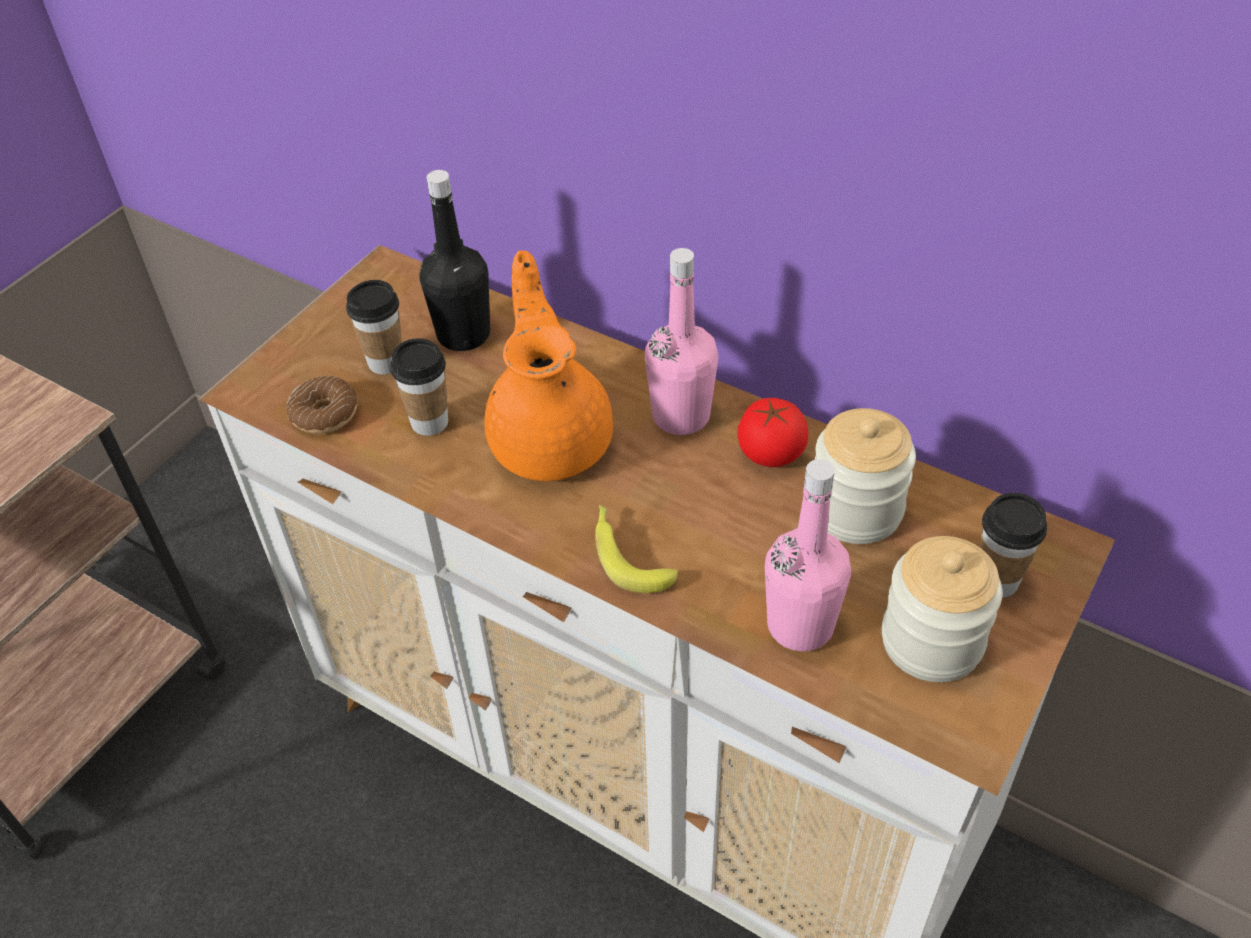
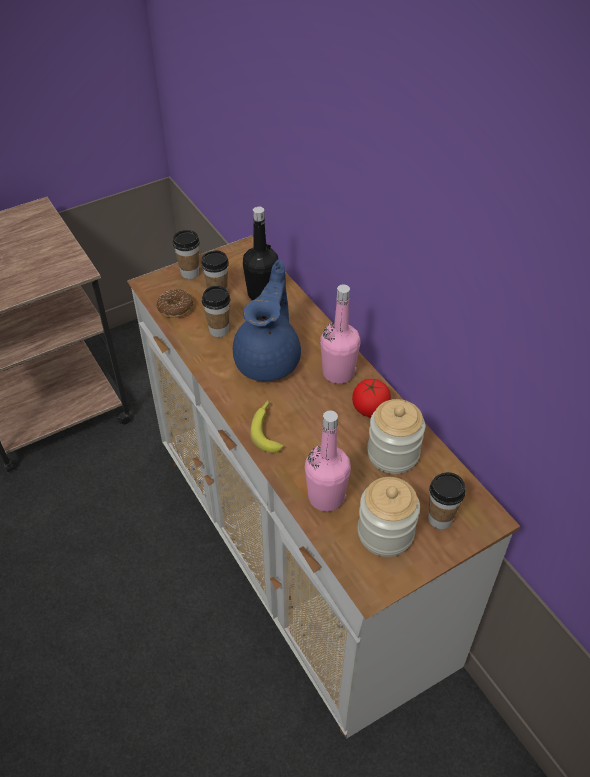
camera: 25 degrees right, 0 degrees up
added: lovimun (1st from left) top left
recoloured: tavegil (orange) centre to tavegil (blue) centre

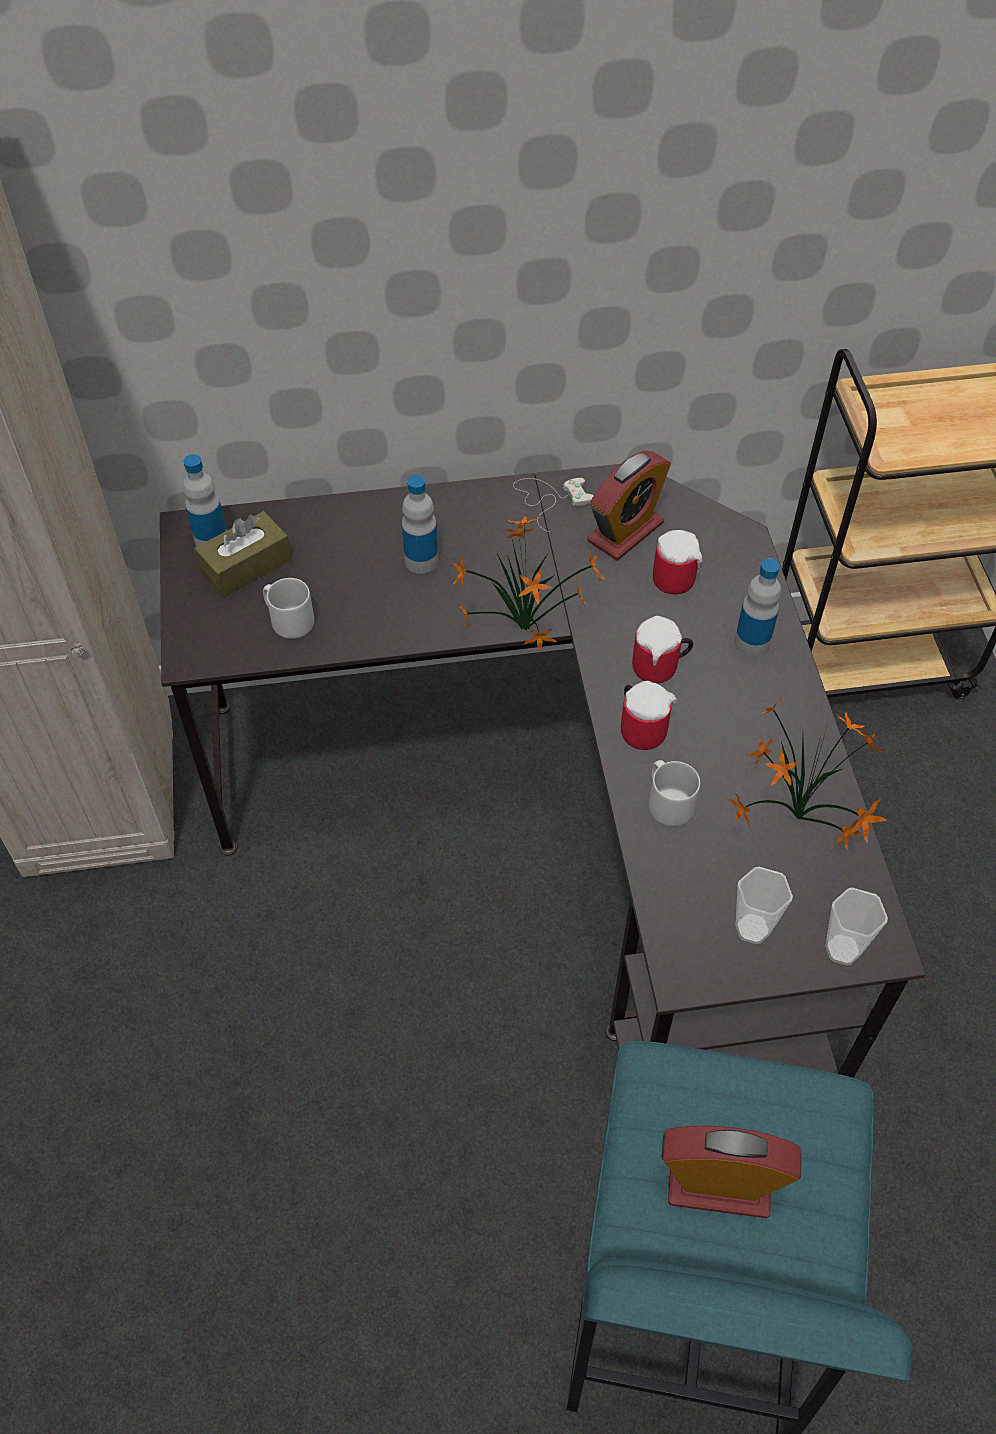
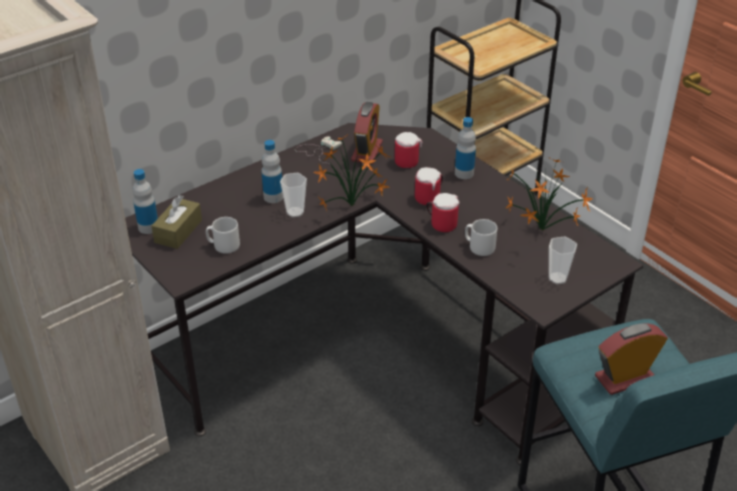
camera: 30 degrees left, 15 degrees down
moved: lovimun (2nd from left in the first image) middle right to lovimun (1st from left) centre

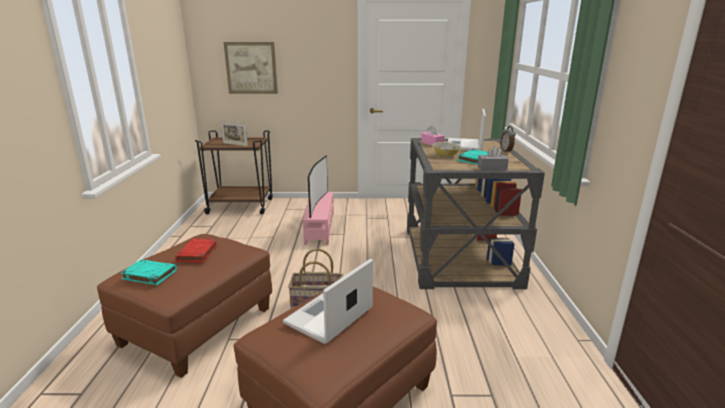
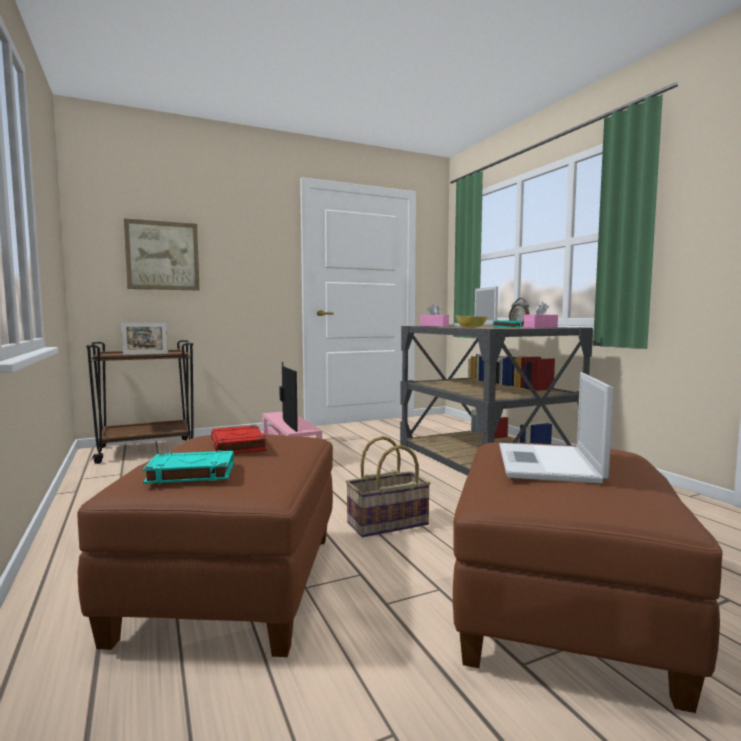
camera: 25 degrees left, 15 degrees down
recoloured: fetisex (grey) middle right to fetisex (pink) (2nd from left) middle right

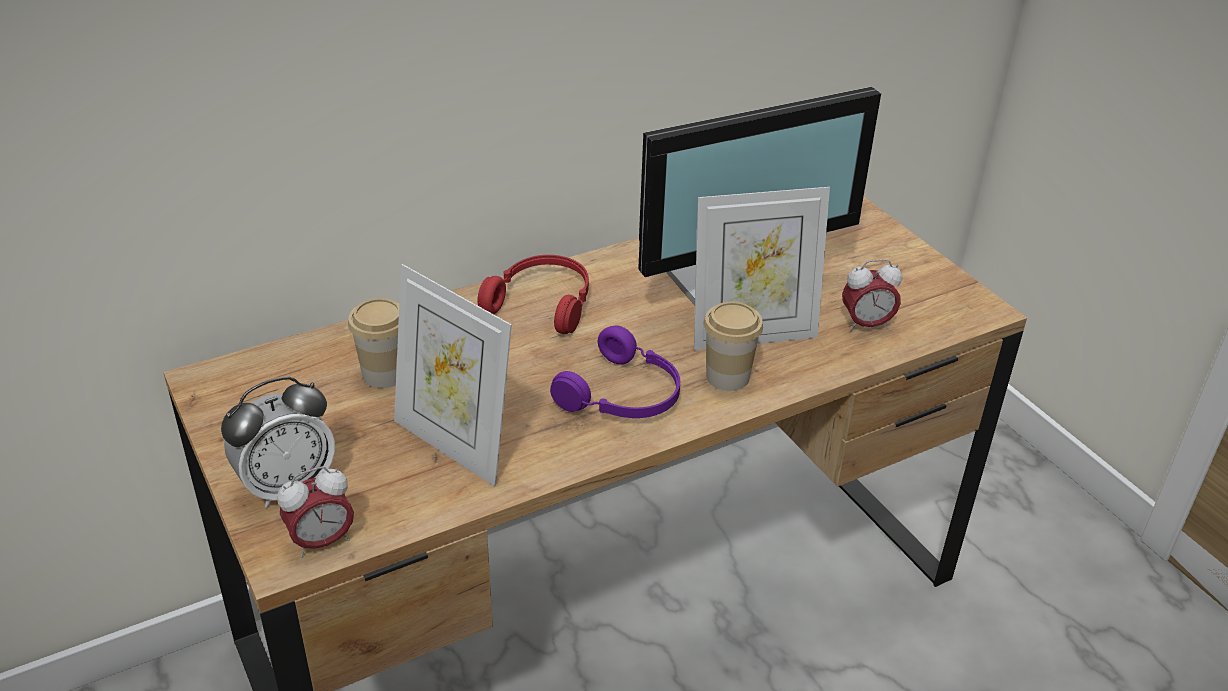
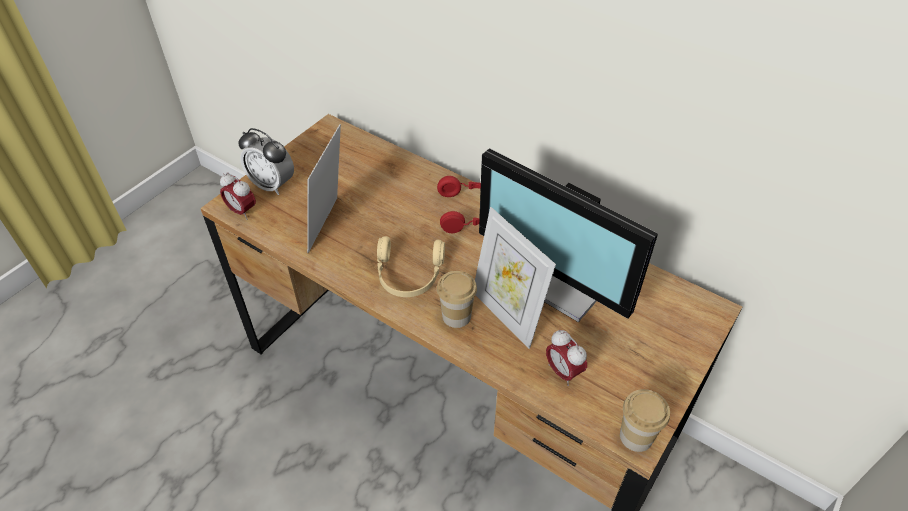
camera: 65 degrees right, 10 degrees up
moved: lovimun (1st from left in the first image) middle left to lovimun (2nd from left) bottom right
recoloured: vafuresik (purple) centre to vafuresik (beige) centre

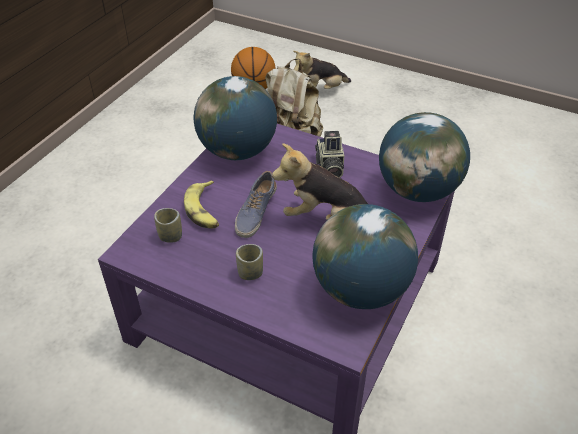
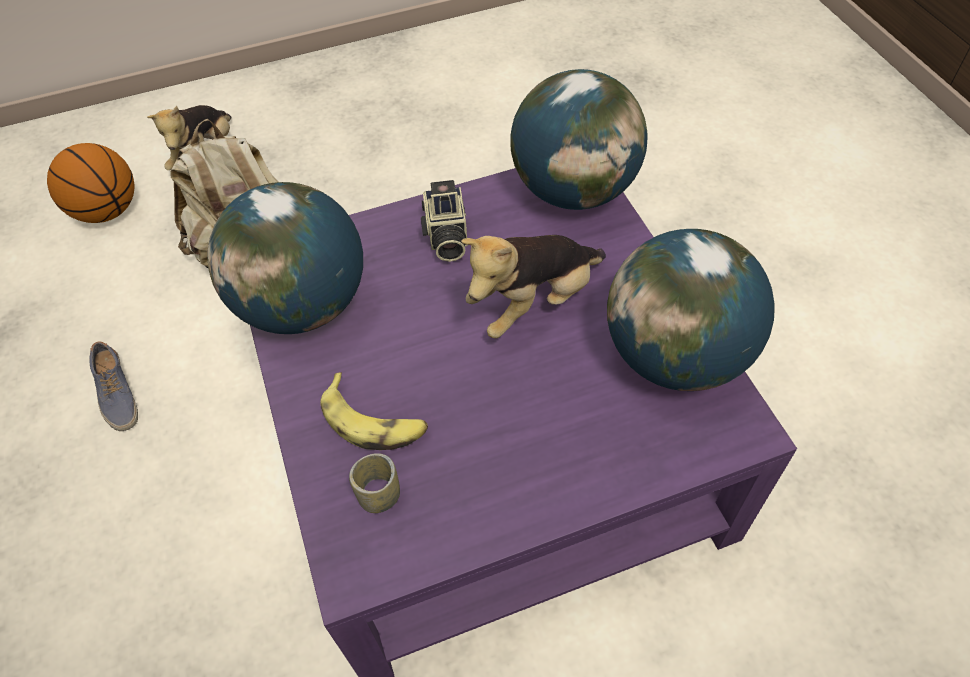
camera: 45 degrees left, 10 degrees up
removed: lovimun (2nd from left) centre
moved: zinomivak centre to middle left
turned: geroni centre = top centre 45 degrees clockwise

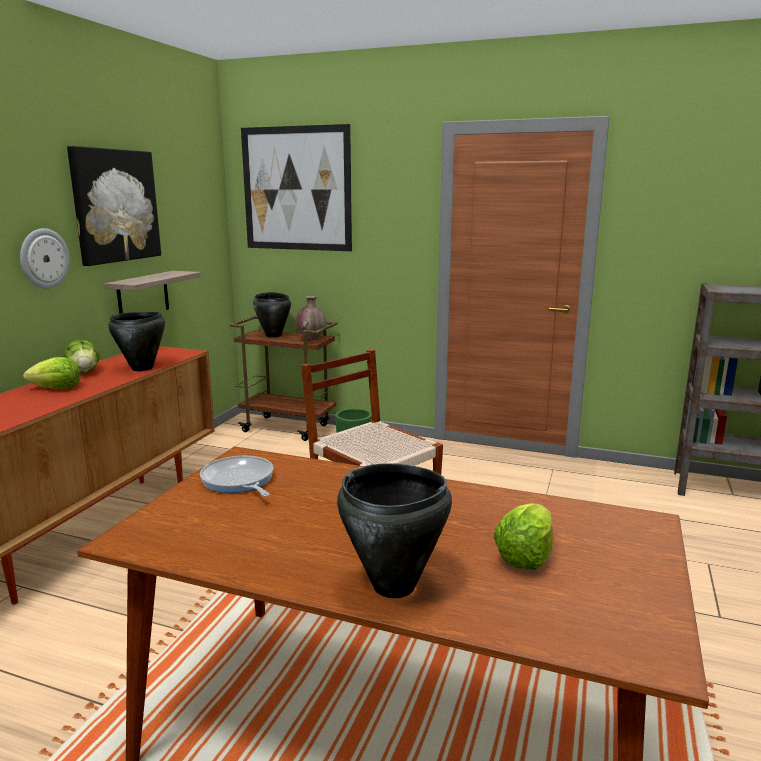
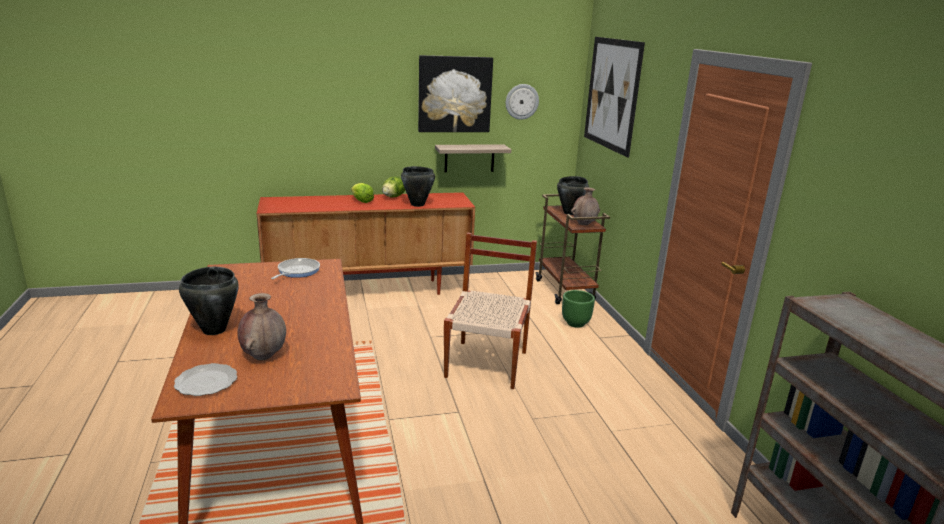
camera: 55 degrees right, 5 degrees up
added: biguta bottom left
moved: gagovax middle left to top centre
replaced: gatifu (3rd from left) bottom right to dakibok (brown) (1st from left) middle left

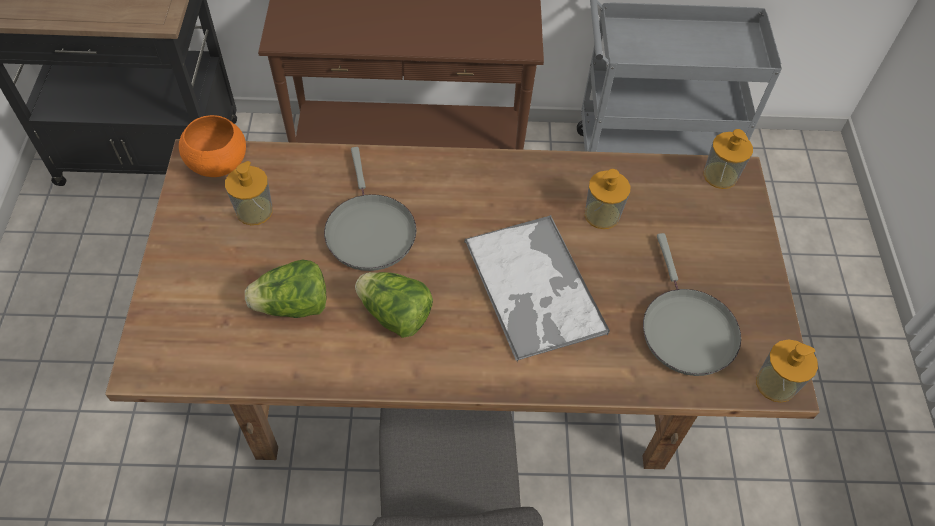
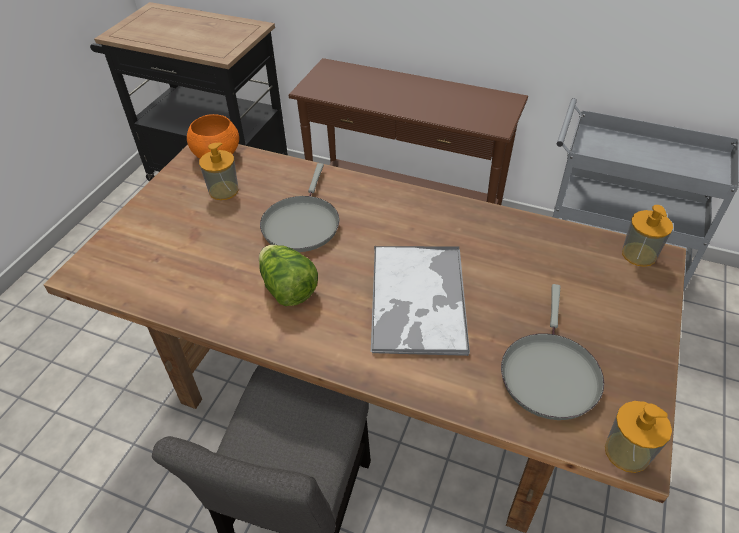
camera: 25 degrees right, 10 degrees down
removed: gatifu (1st from left) middle left; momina (2nd from left) centre

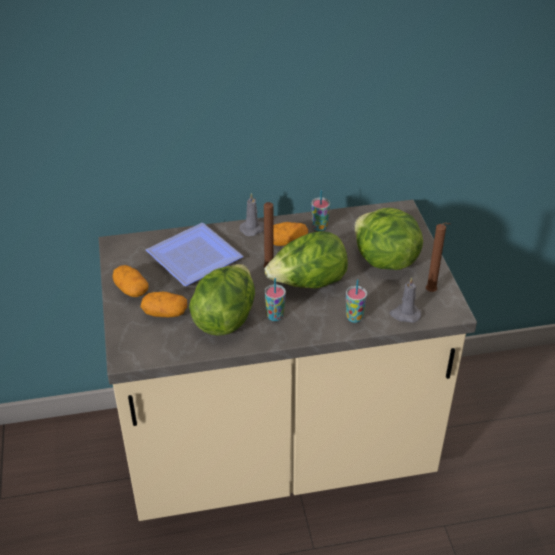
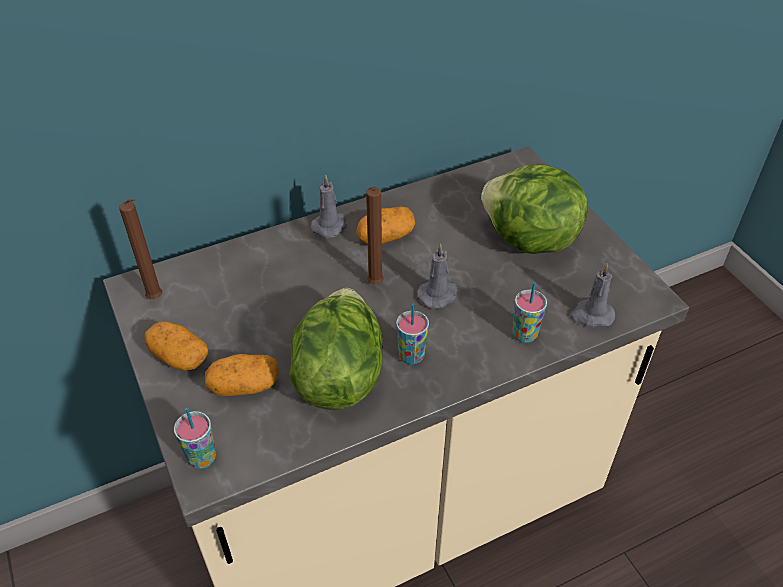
camera: 15 degrees left, 5 degrees up
removed: biguta centre
moved: lovimun (2nd from left in the first image) centre to lovimun (1st from left) bottom left; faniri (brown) (2nd from left in the first image) middle right to faniri (brown) (1st from left) middle left
replaced: gatifu (2nd from left) centre to faniri (grey) (2nd from left) centre

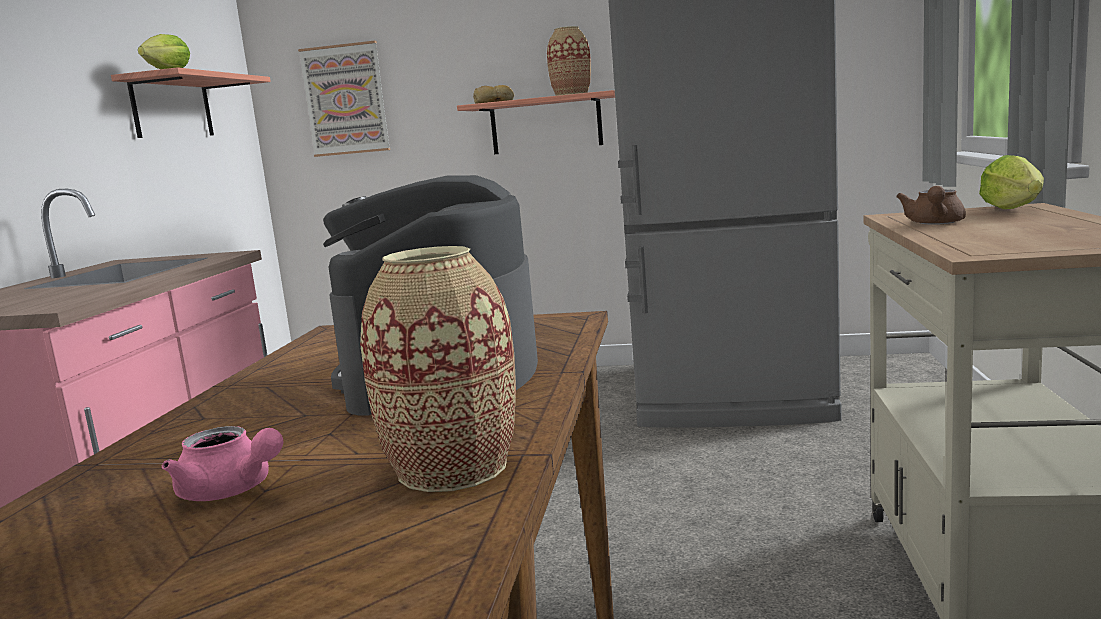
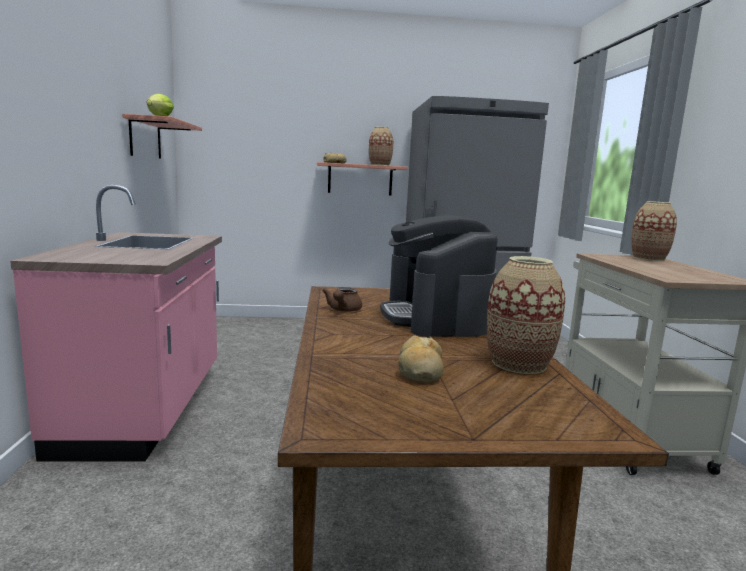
camera: 15 degrees left, 0 degrees up
removed: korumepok top left
moved: tavegil (brown) top right to centre
replaced: tavegil (pink) bottom left to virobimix (2nd from left) centre; gatifu (2nd from left) top right to dakibok (3rd from left) middle right

